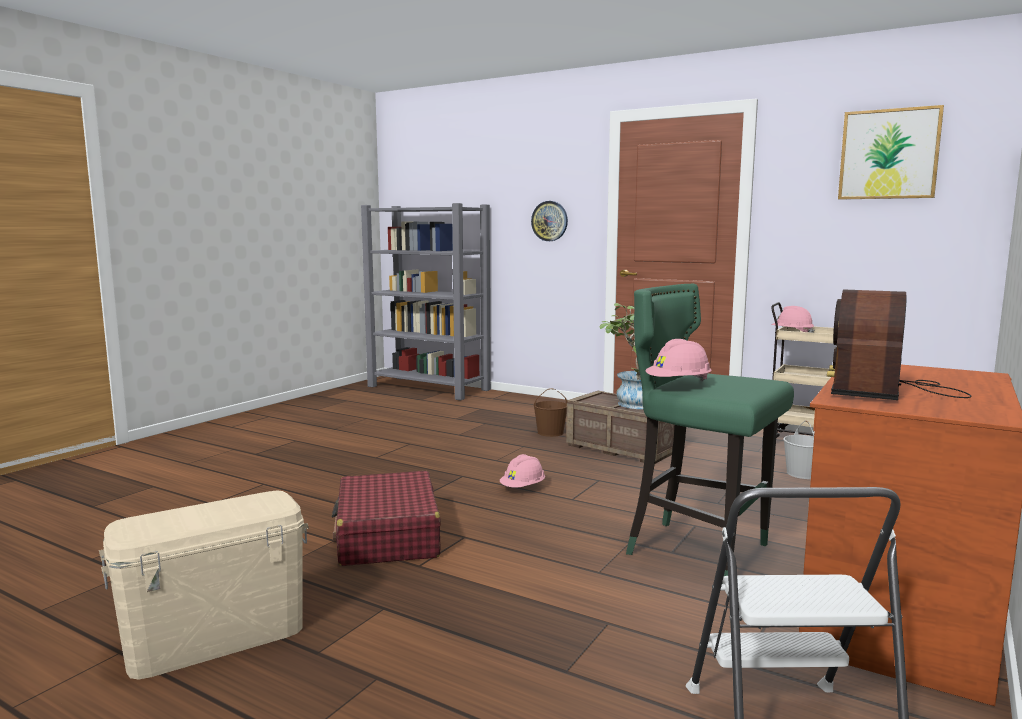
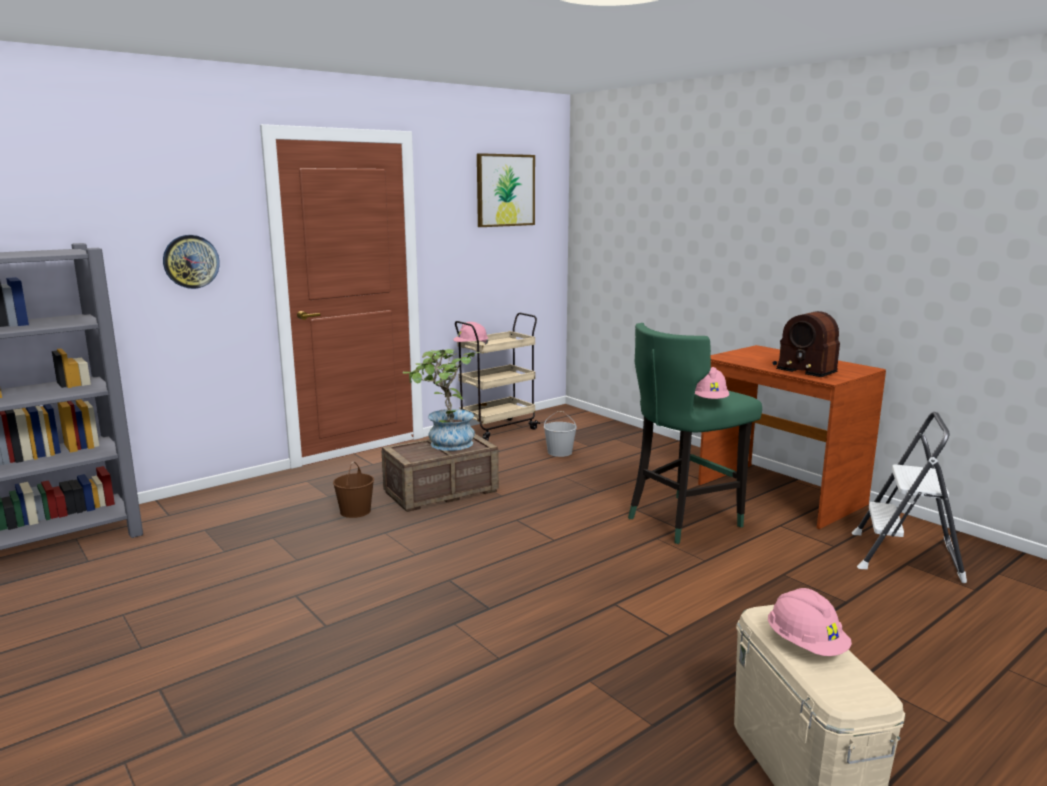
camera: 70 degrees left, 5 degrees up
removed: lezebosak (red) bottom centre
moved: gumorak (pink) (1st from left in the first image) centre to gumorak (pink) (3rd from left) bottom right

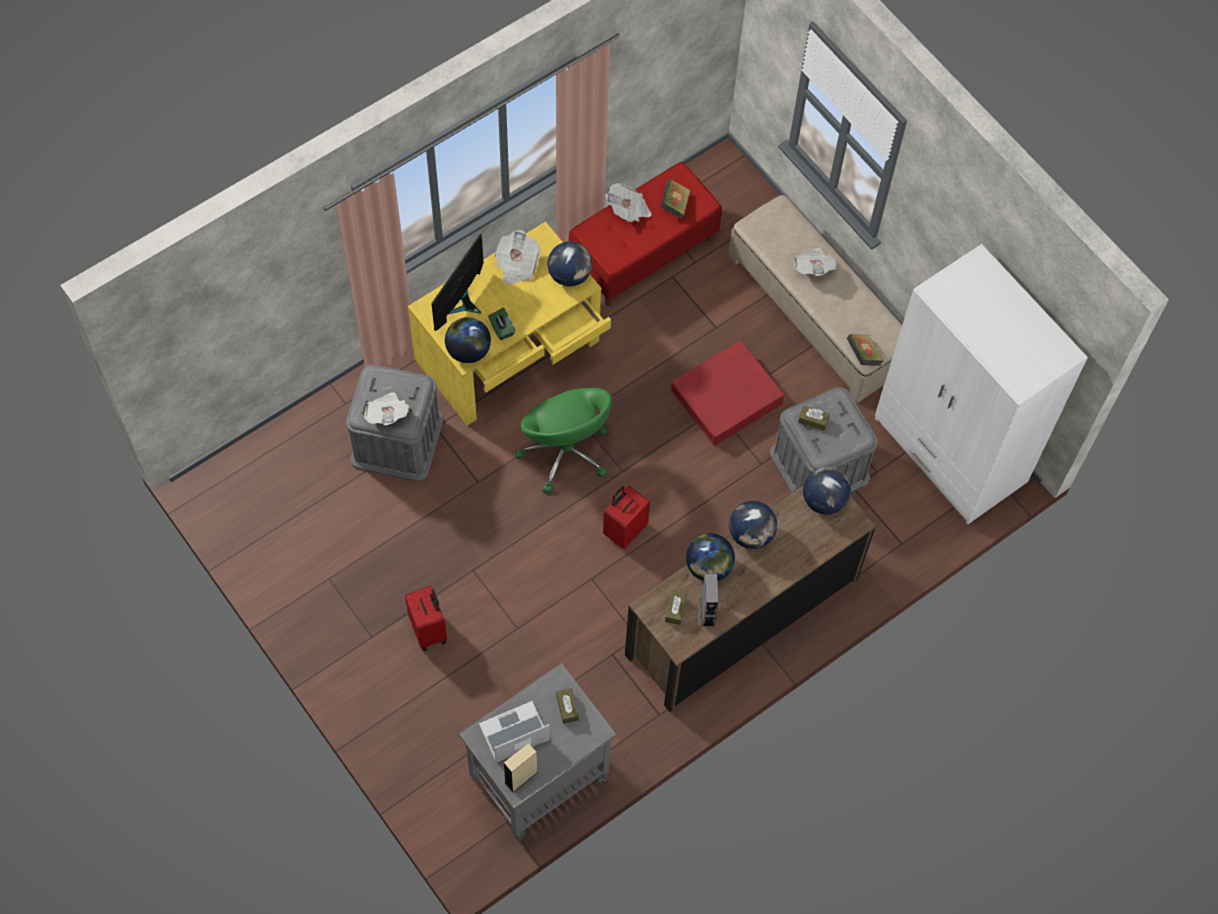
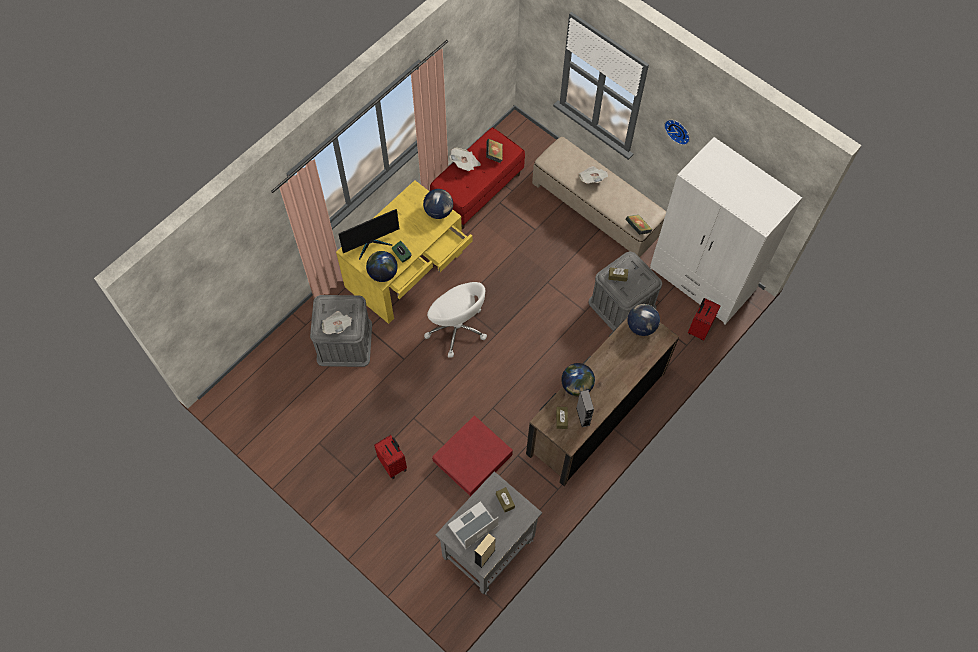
camera: 10 degrees left, 0 degrees up
removed: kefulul (2nd from left) top centre; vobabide (4th from left) centre
added: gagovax top right
moved: lezebosak (red) (2nd from left) centre to middle right; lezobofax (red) centre to bottom centre
recoloured: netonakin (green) centre to netonakin (white) centre
turned: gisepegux top centre = centre 135 degrees counterclockwise

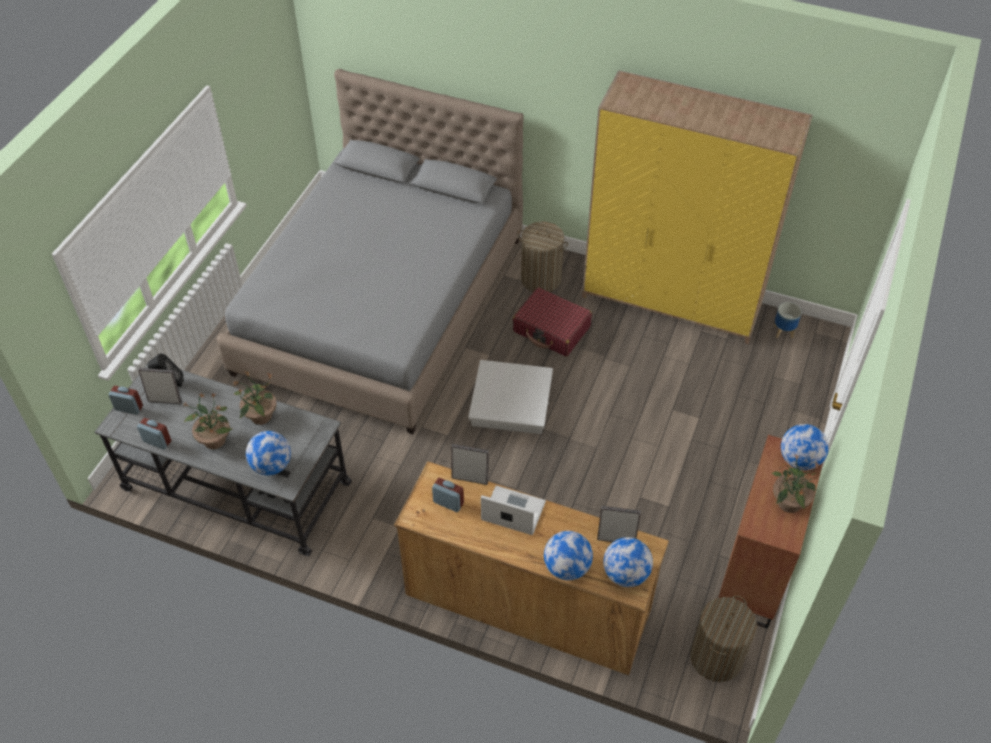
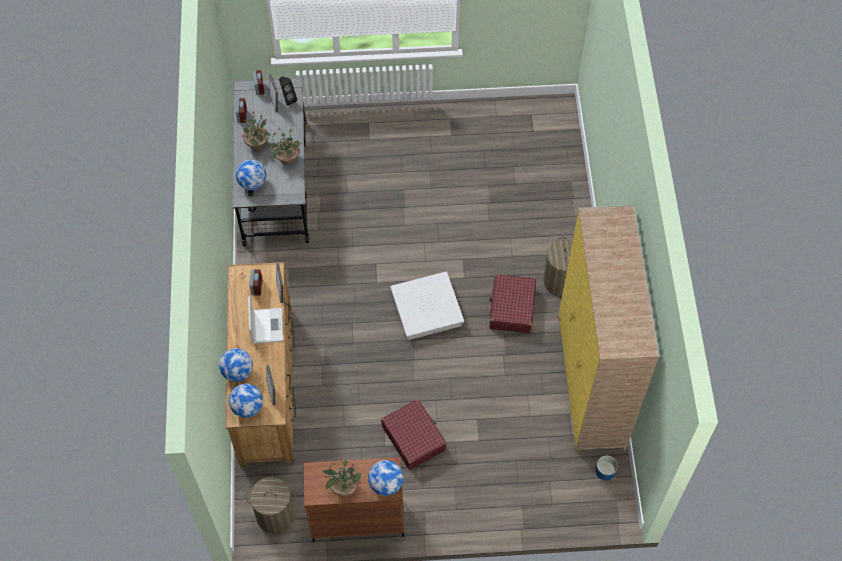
camera: 65 degrees right, 10 degrees up
removed: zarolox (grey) centre
added: lezebosak (red) (1st from left) bottom centre

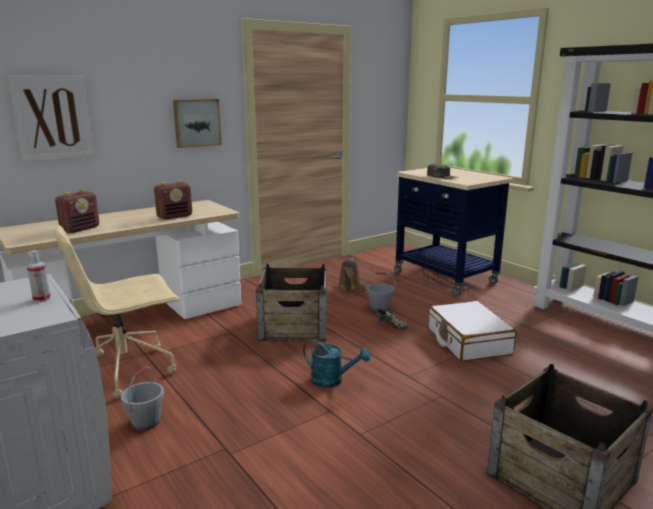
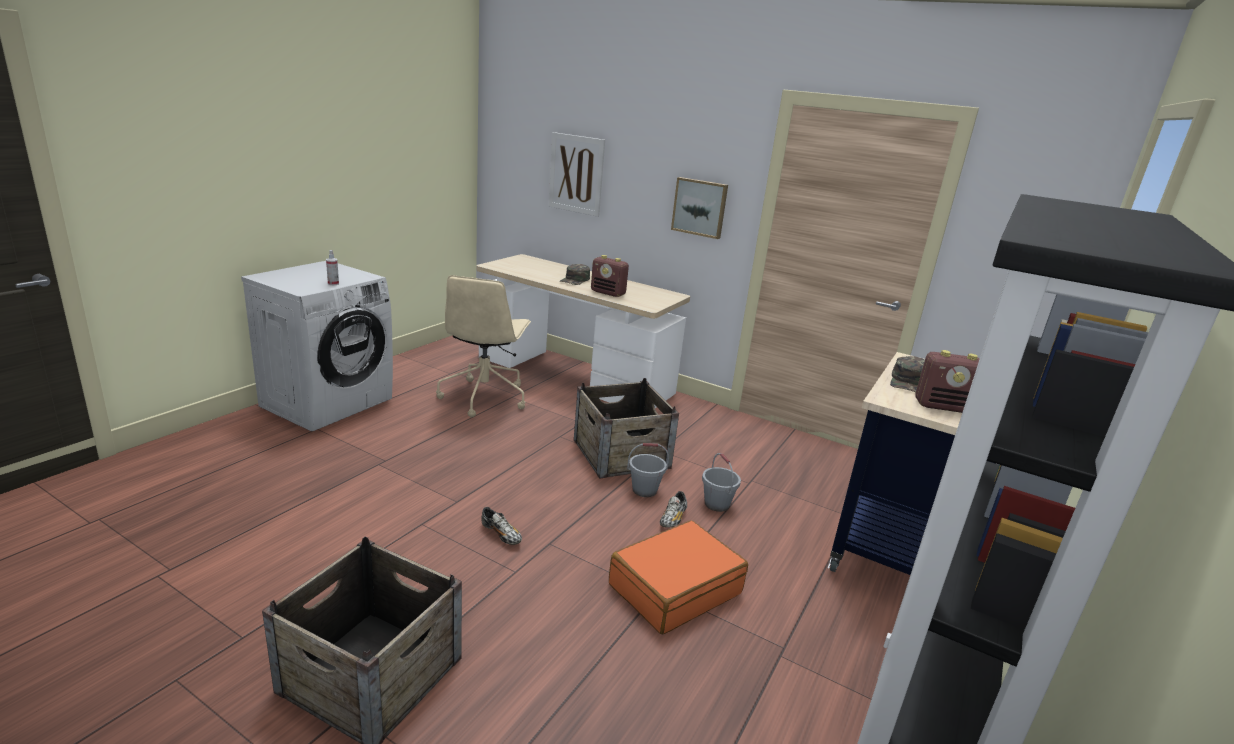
camera: 65 degrees right, 5 degrees up
removed: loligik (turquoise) bottom centre; loligik (brown) centre
added: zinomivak (1st from left) bottom centre; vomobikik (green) (1st from left) centre
moved: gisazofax (1st from left in the first image) middle left to gisazofax (2nd from left) middle right; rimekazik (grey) (1st from left) bottom left to centre
recoloured: lezebosak (white) middle right to lezebosak (orange) bottom centre
turned: netonakin (beige) middle left = centre 120 degrees counterclockwise

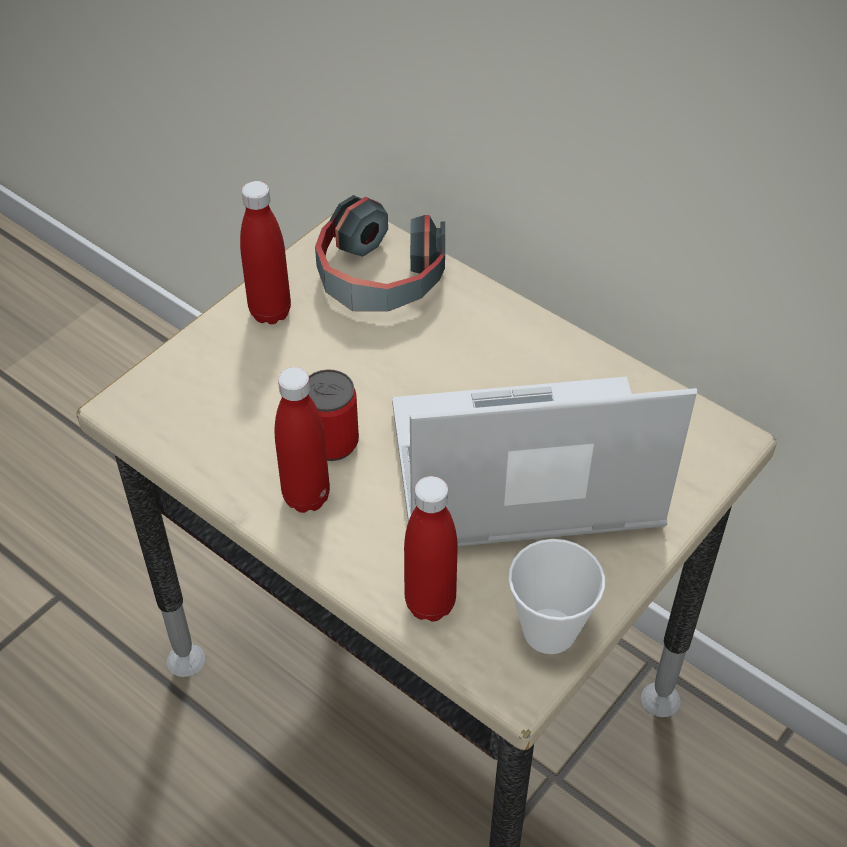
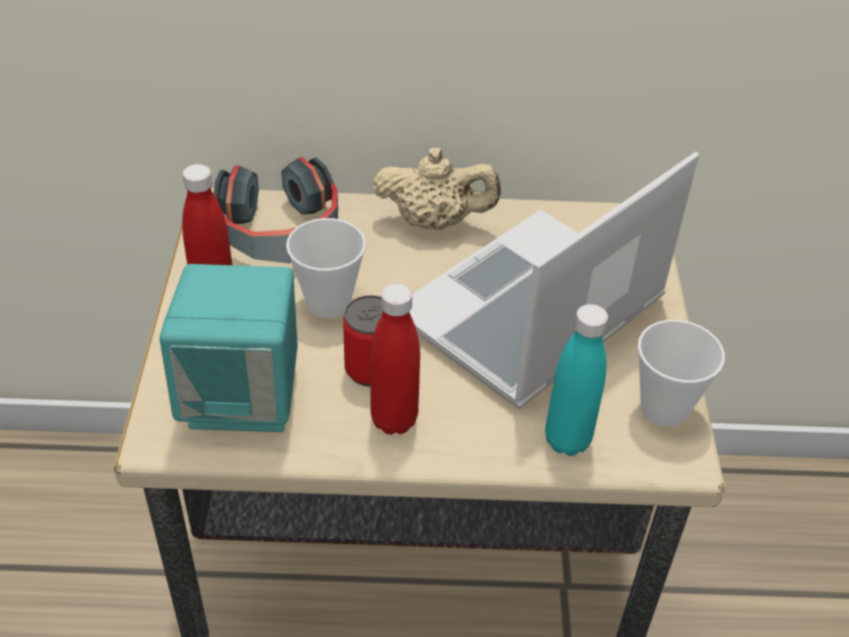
camera: 40 degrees left, 5 degrees down
added: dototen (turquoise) middle left; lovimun (1st from left) centre; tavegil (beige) top centre
recoloured: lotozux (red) (3rd from left) centre to lotozux (turquoise) middle right

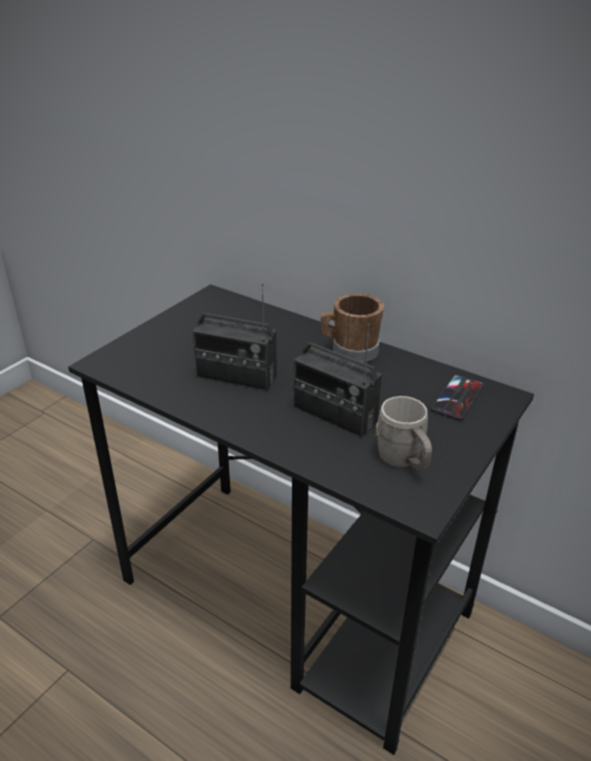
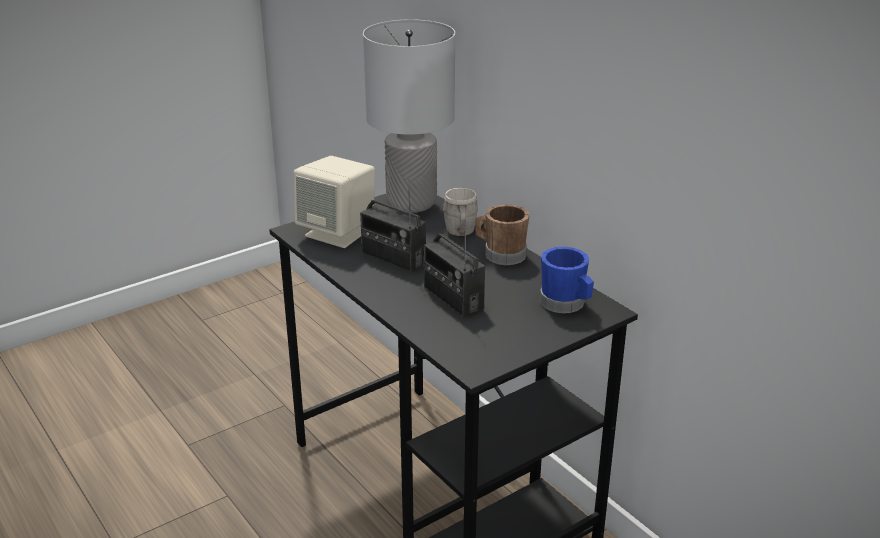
camera: 20 degrees right, 5 degrees down
added: dototen (beige) centre; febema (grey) top centre
moved: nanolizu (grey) middle right to centre
replaced: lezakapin middle right to nanolizu (blue) centre

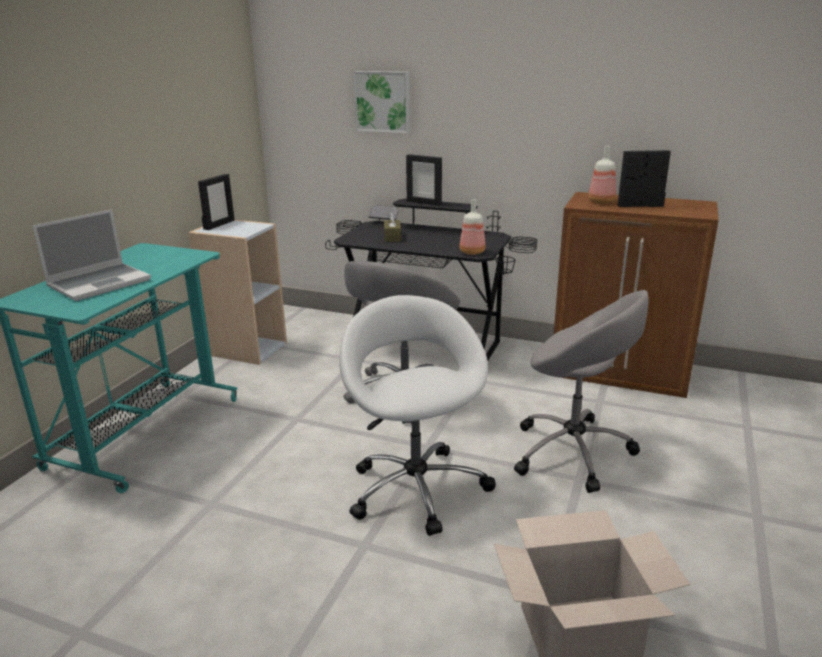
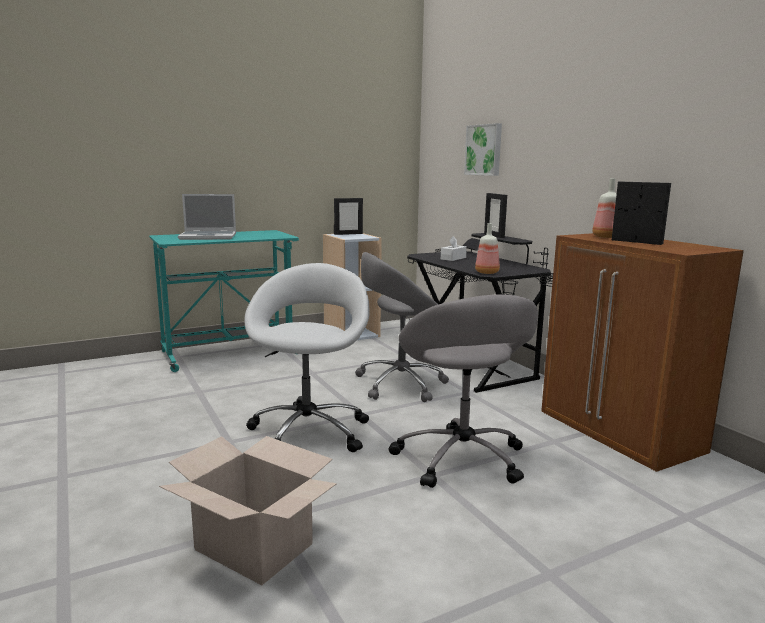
camera: 40 degrees right, 10 degrees down
recoloured: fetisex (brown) centre to fetisex (white) centre

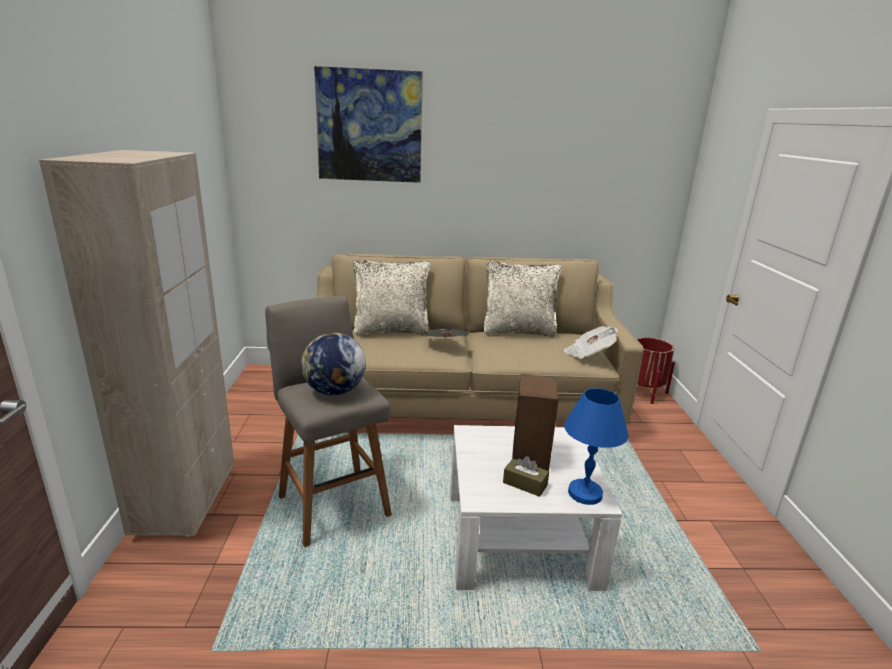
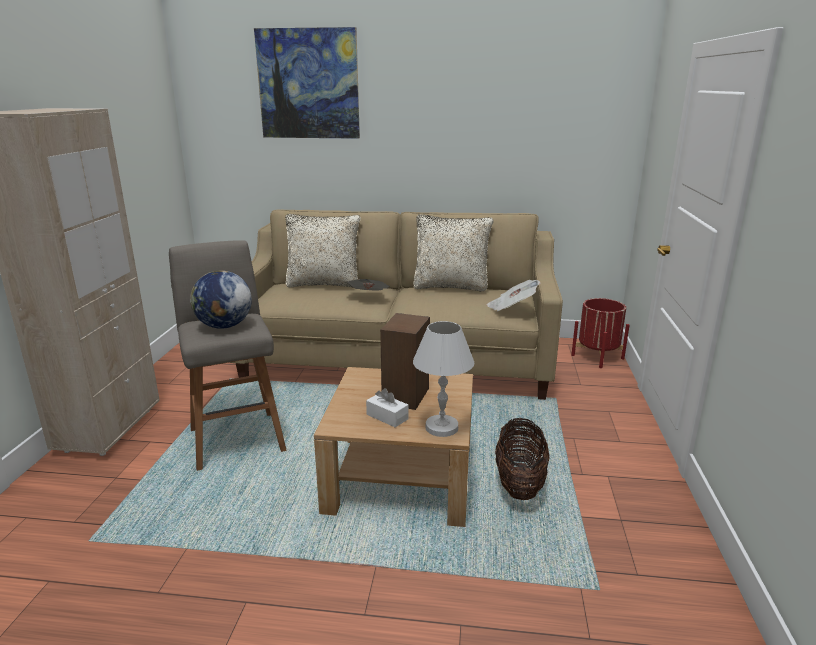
camera: 10 degrees right, 0 degrees up
added: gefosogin bottom centre
recoloured: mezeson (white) bottom centre to mezeson (brown) bottom centre; fetisex (brown) bottom centre to fetisex (white) centre; febema (blue) bottom right to febema (white) centre

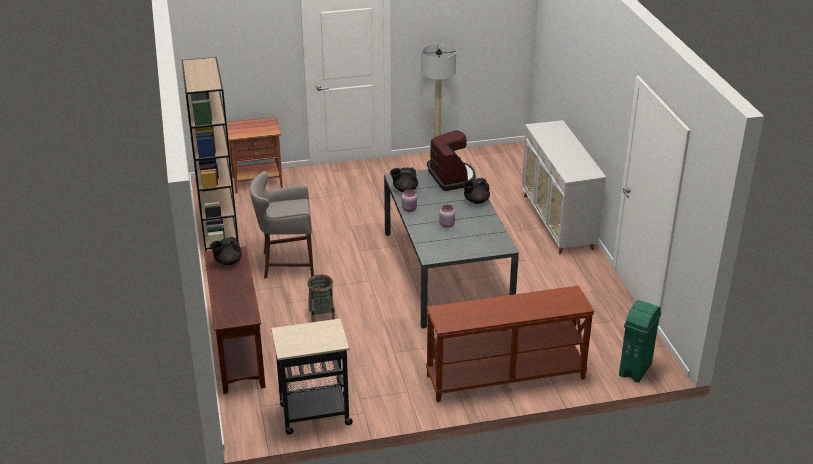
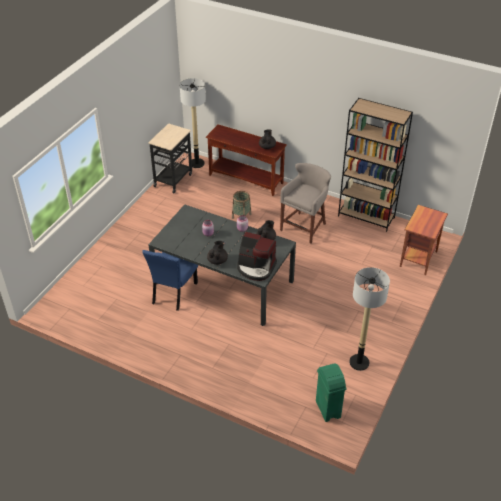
camera: 130 degrees right, 10 degrees up
removed: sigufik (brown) (2nd from left) bottom centre; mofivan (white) middle right
added: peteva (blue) centre; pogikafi (1st from left) top centre
moved: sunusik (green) bottom right to bottom centre

